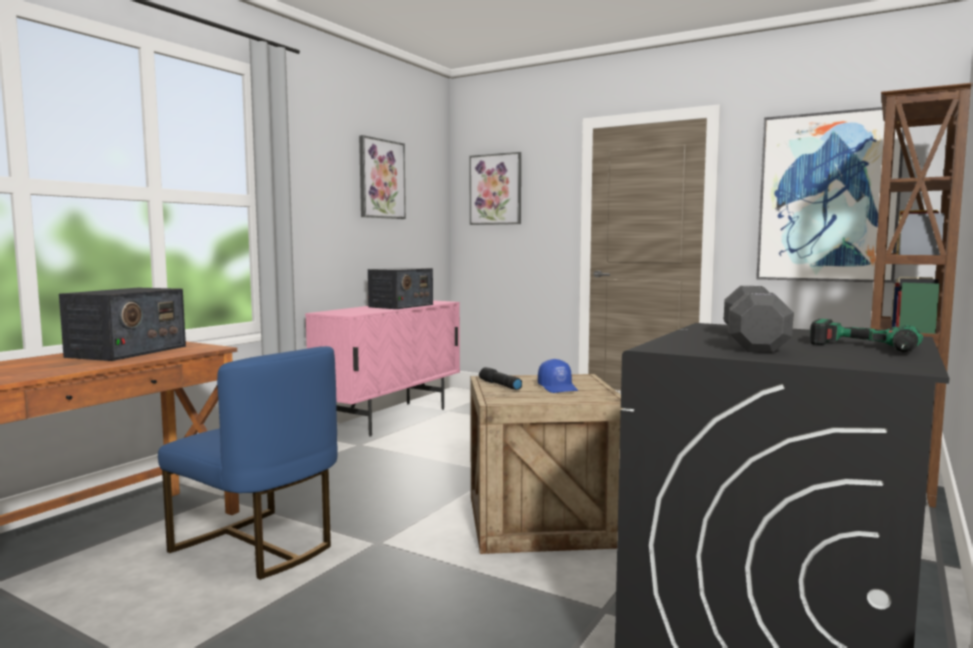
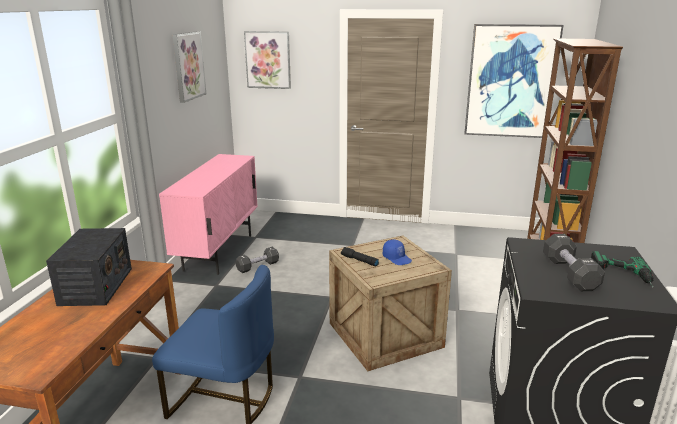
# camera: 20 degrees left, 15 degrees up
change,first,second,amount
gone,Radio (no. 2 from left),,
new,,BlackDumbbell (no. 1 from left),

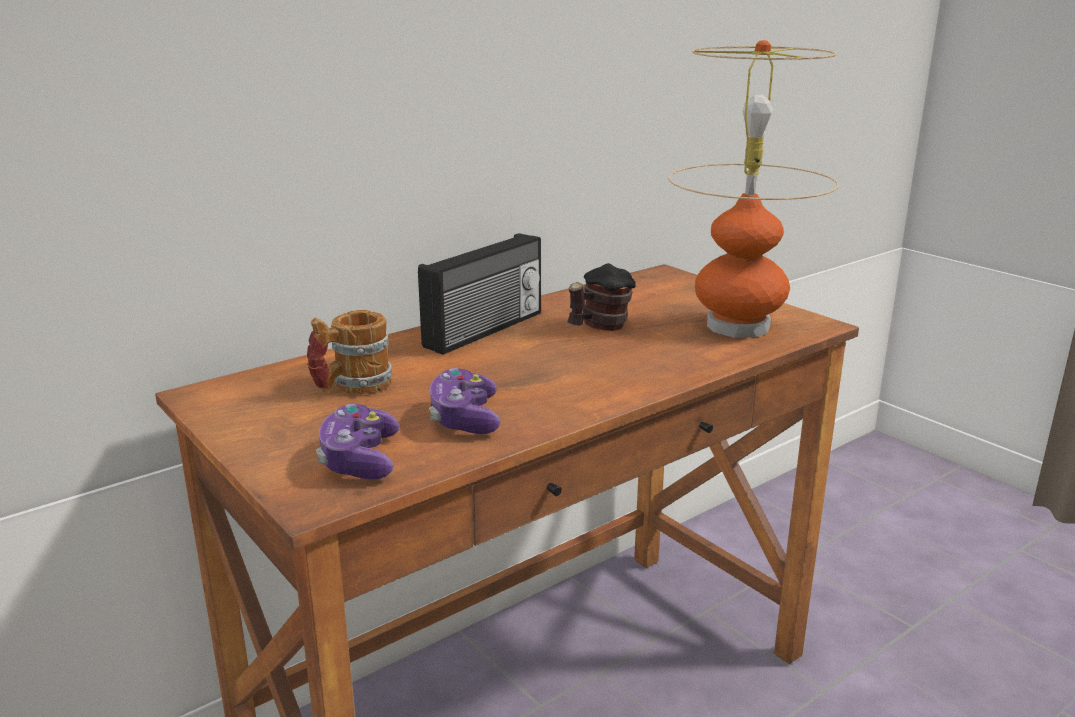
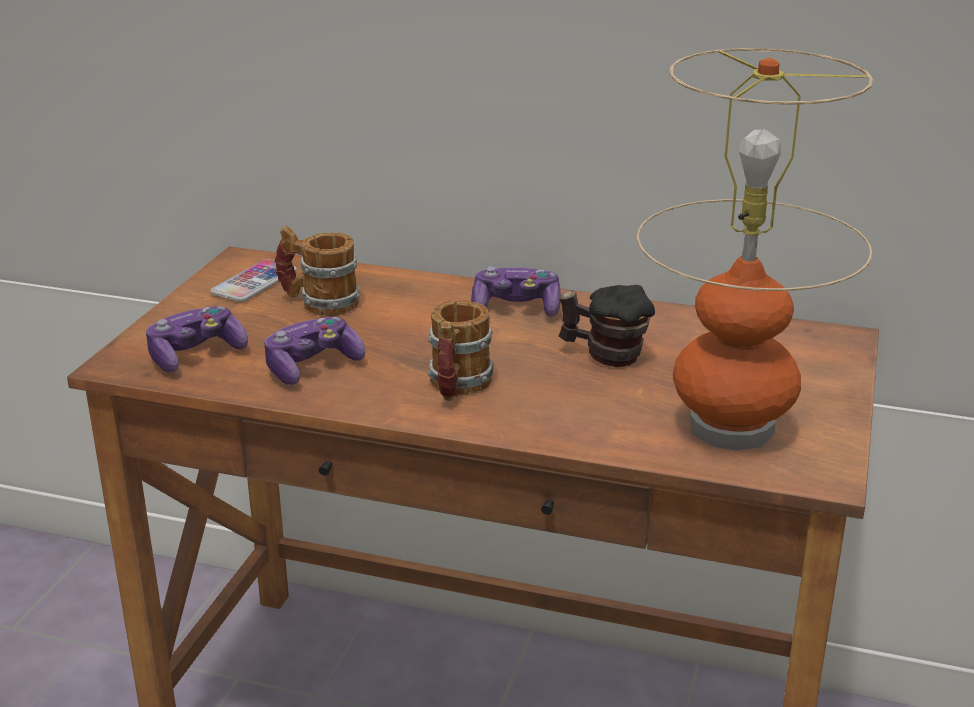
# camera: 55 degrees right, 5 degrees up
change,first,second,amount
swapped,Radio,GameController (no. 3 from left),
new,,Phone,
new,,Mug (no. 2 from left),

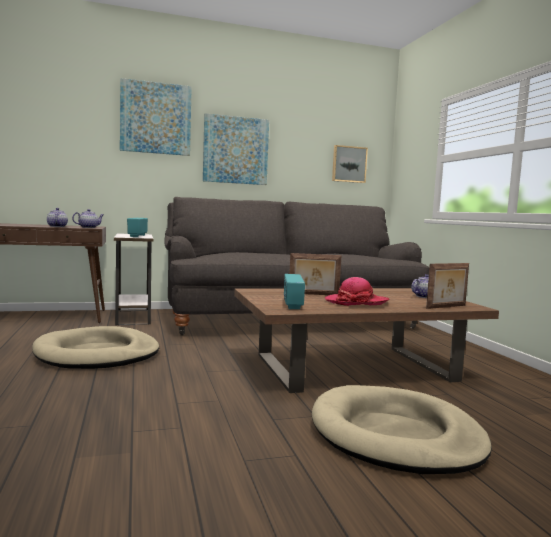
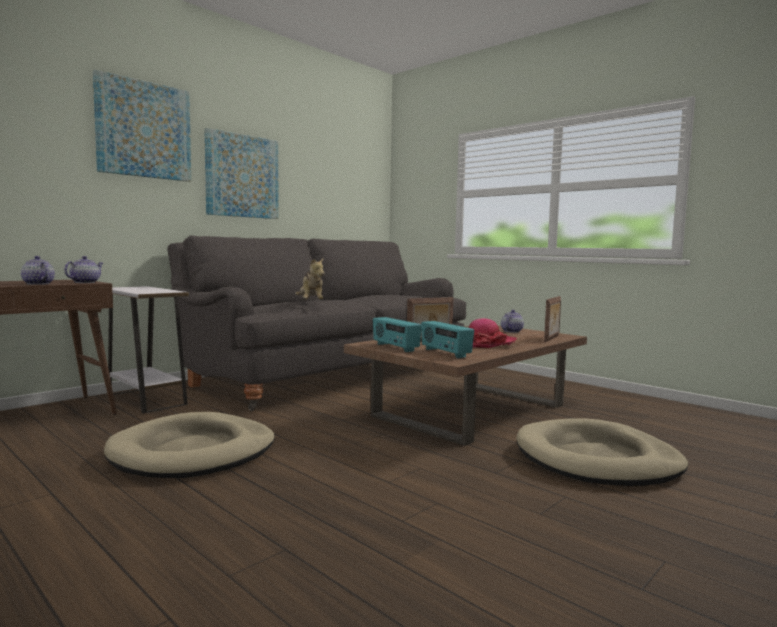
# camera: 30 degrees left, 0 degrees up
change,first,second,amount
gone,Picture (no. 3 from left),,
shifted,Radio (no. 1 from left),,
new,,PlushToy,

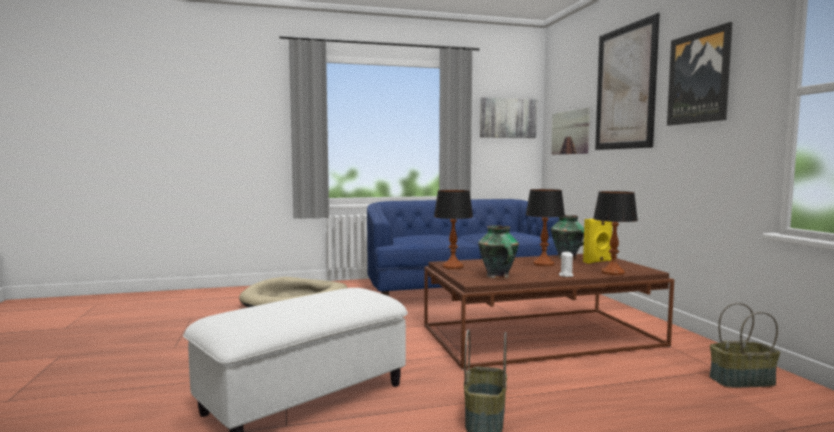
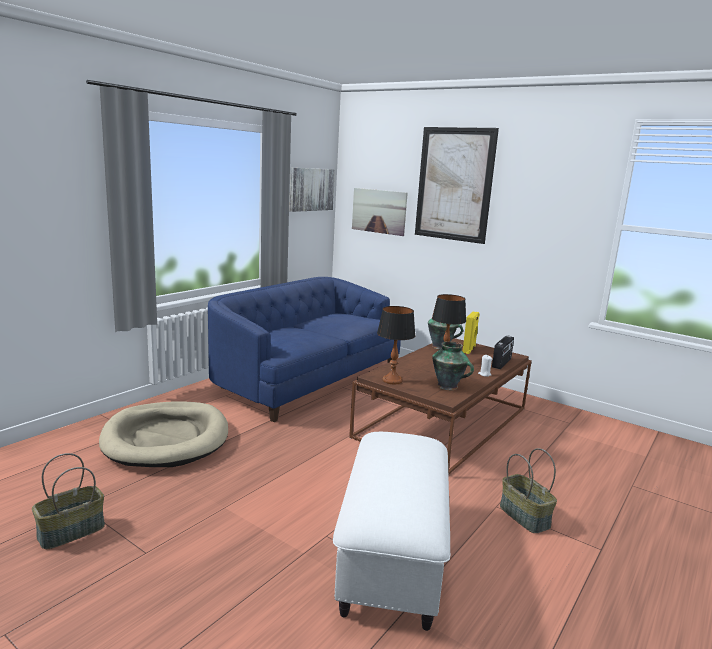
# camera: 40 degrees left, 10 degrees up
change,first,second,amount
gone,Picture (no. 4 from left),,
swapped,TableLamp (no. 3 from left),Radio,
shifted,Basket (no. 2 from left in the first image),Basket (no. 1 from left),

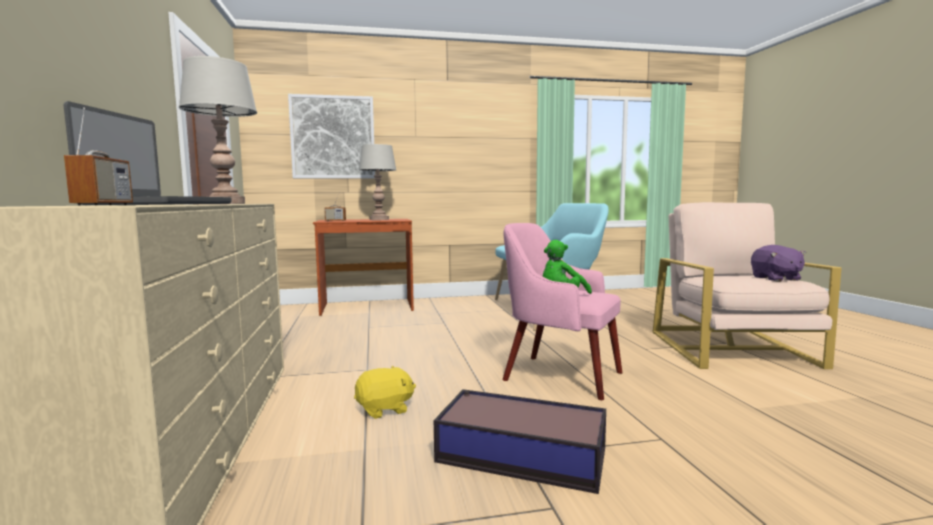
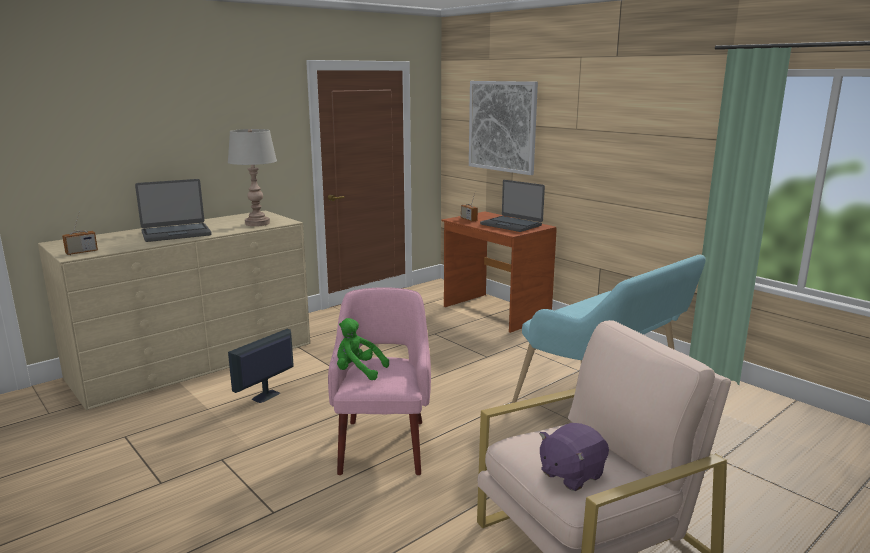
# camera: 60 degrees right, 10 degrees up
change,first,second,amount
swapped,GreyTableLamp (no. 2 from left),Laptop (no. 2 from left),
swapped,YellowPlushToy,Monitor,
gone,StorageBox,,

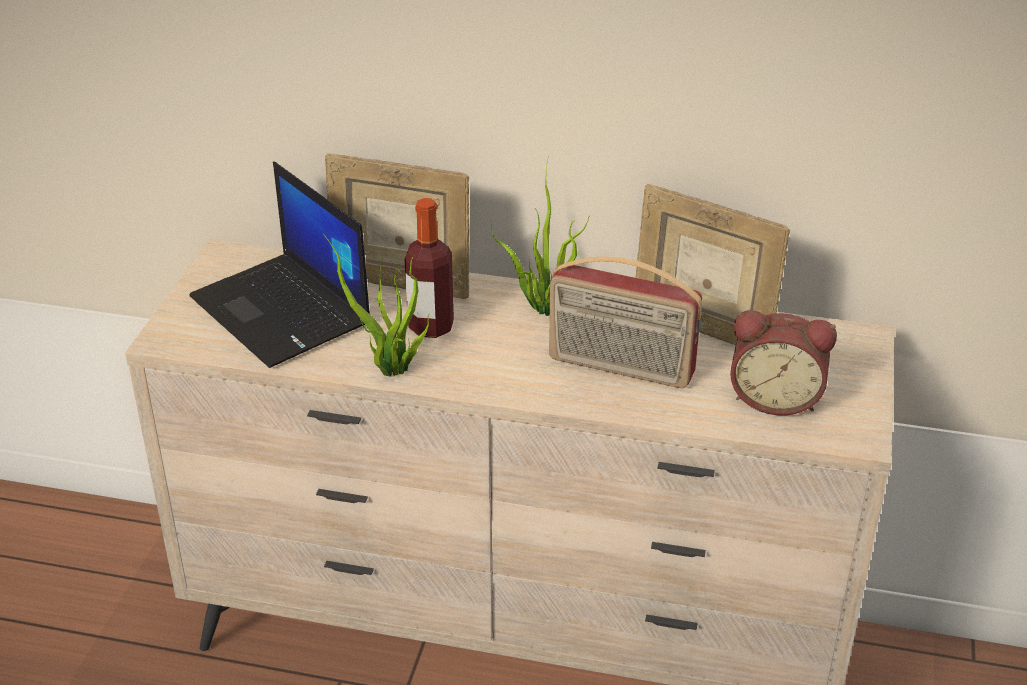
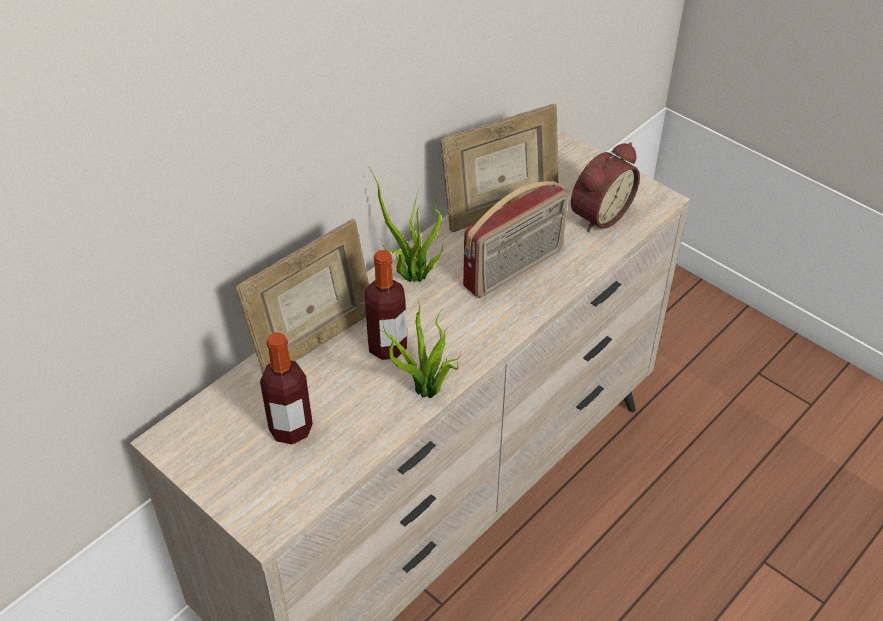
# camera: 60 degrees left, 10 degrees up
change,first,second,amount
swapped,Laptop,Bottle (no. 1 from left),

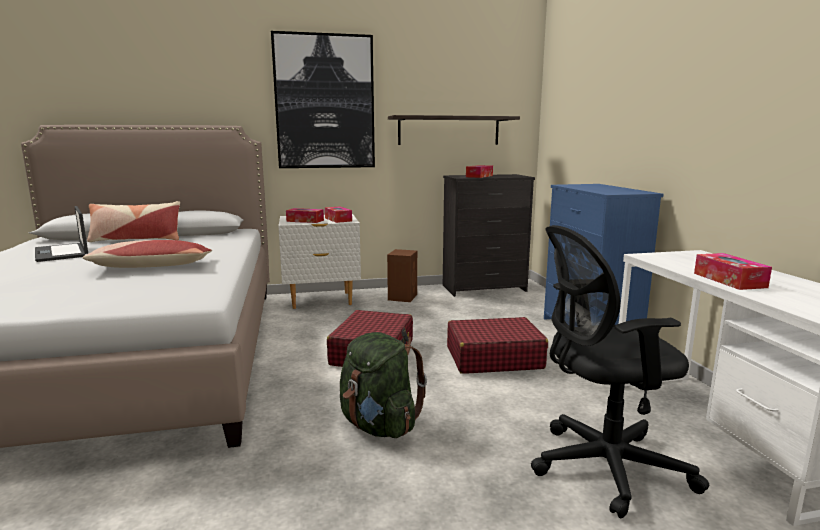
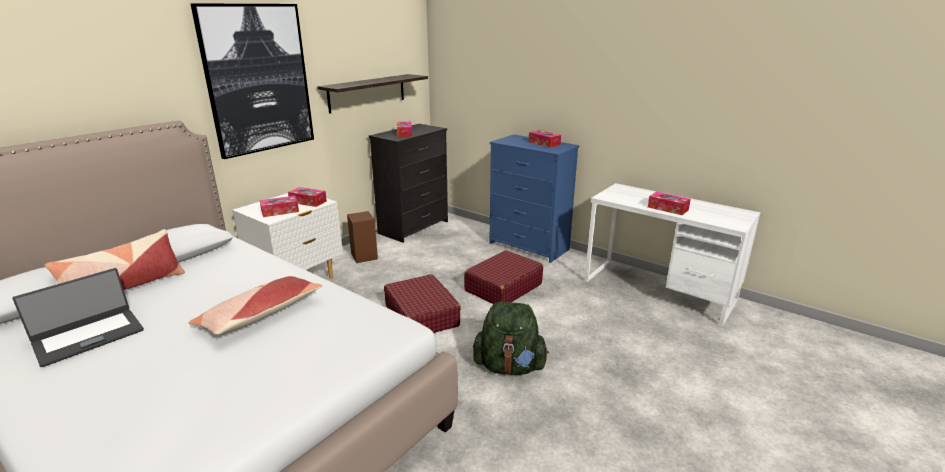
# camera: 40 degrees left, 10 degrees up
change,first,second,amount
rotated,Laptop,,60 degrees counterclockwise
gone,BlackOfficeChair,,
new,,TissueBox (no. 4 from left),

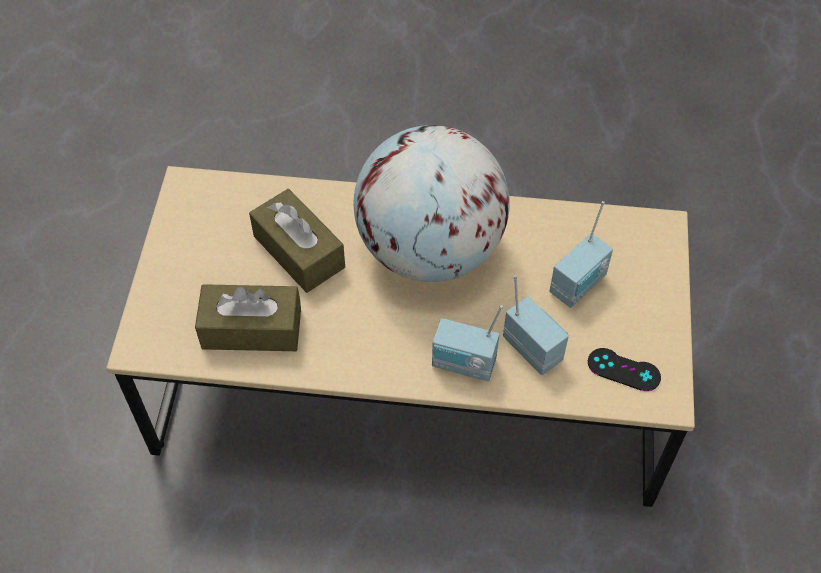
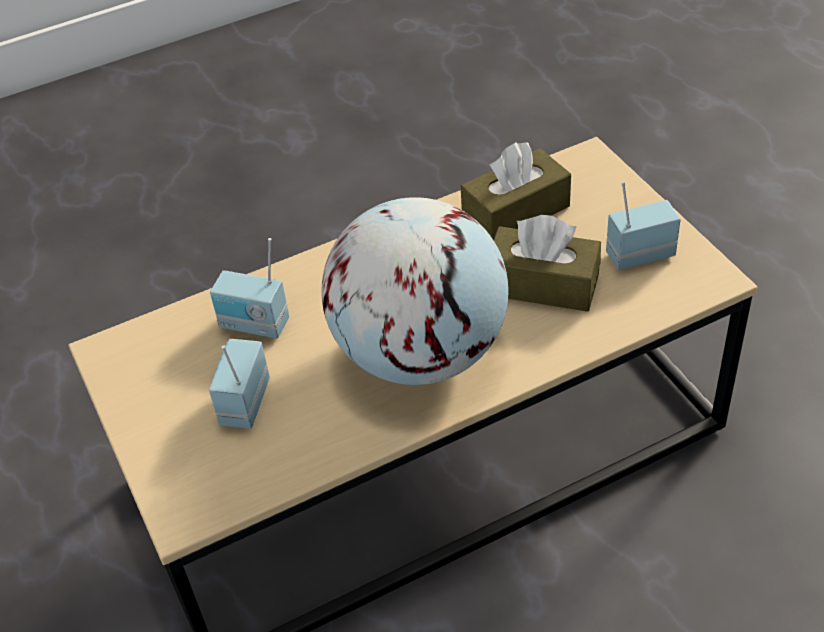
# camera: 150 degrees right, 10 degrees down
change,first,second,amount
shifted,Radio (no. 1 from left in the first image),Radio (no. 3 from left),
gone,BlackGameController,,

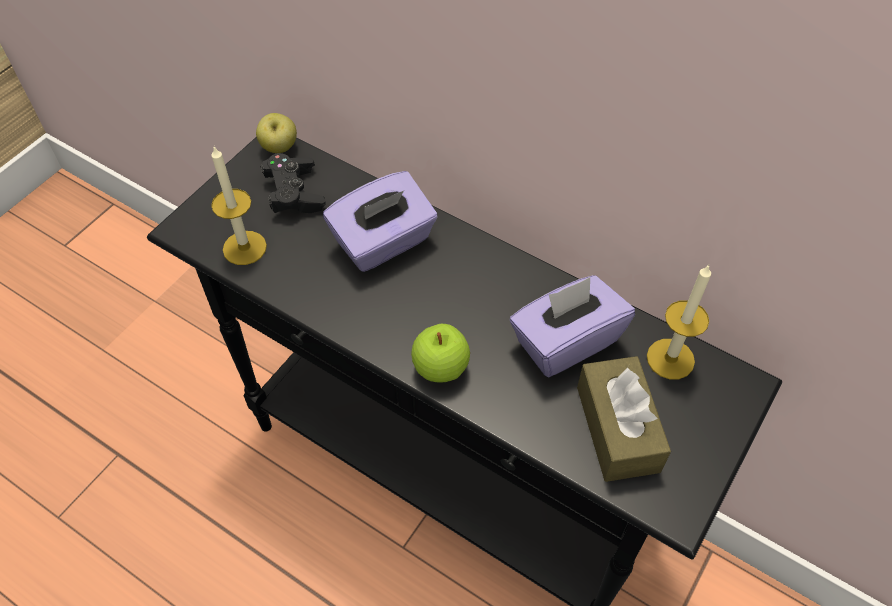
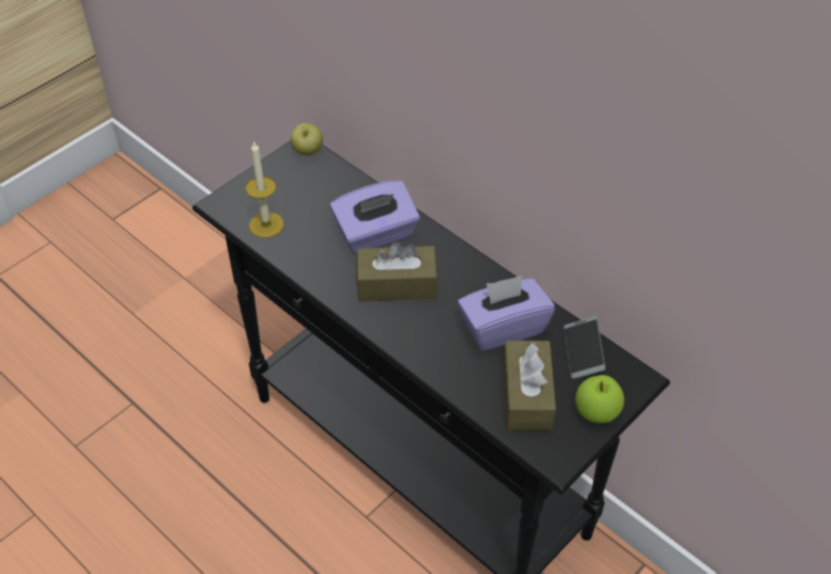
# camera: 10 degrees right, 5 degrees down
change,first,second,amount
gone,BlackGameController,,
swapped,Candle (no. 2 from left),Phone,
shifted,Apple (no. 2 from left),,
new,,BrownTissueBox (no. 1 from left),

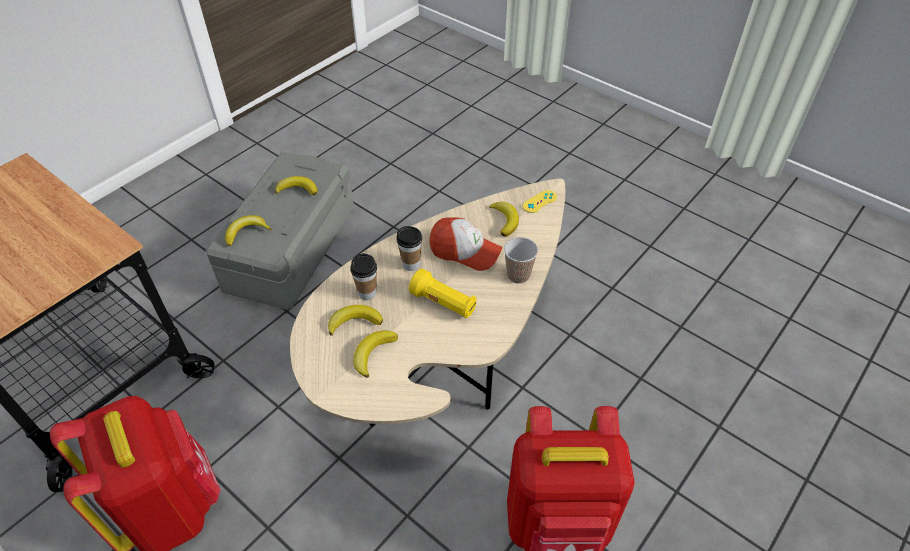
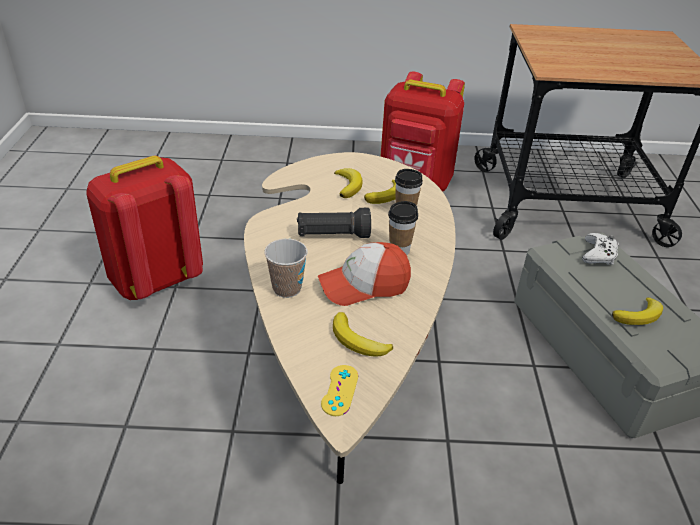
# camera: 140 degrees right, 10 degrees down
change,first,second,amount
swapped,Banana (no. 1 from left),WhiteGameController,
repainted,YellowFlashlight,BlackFlashlight,

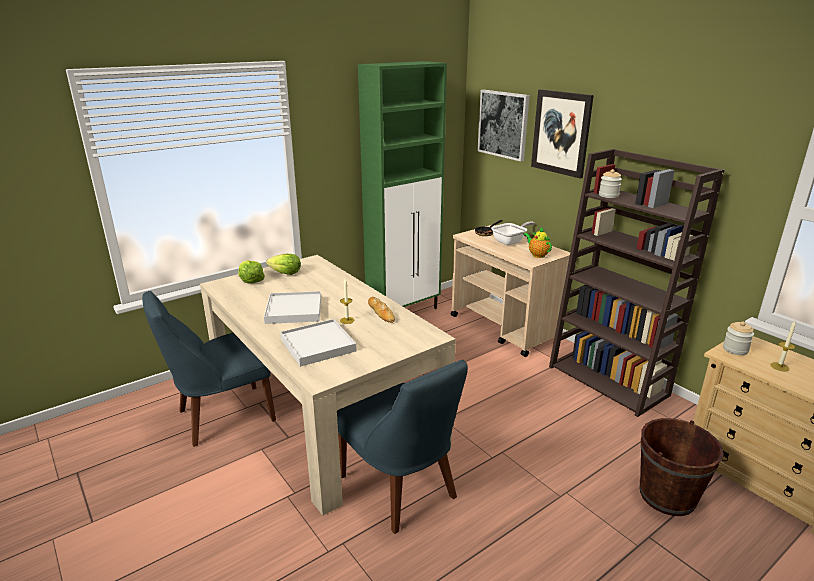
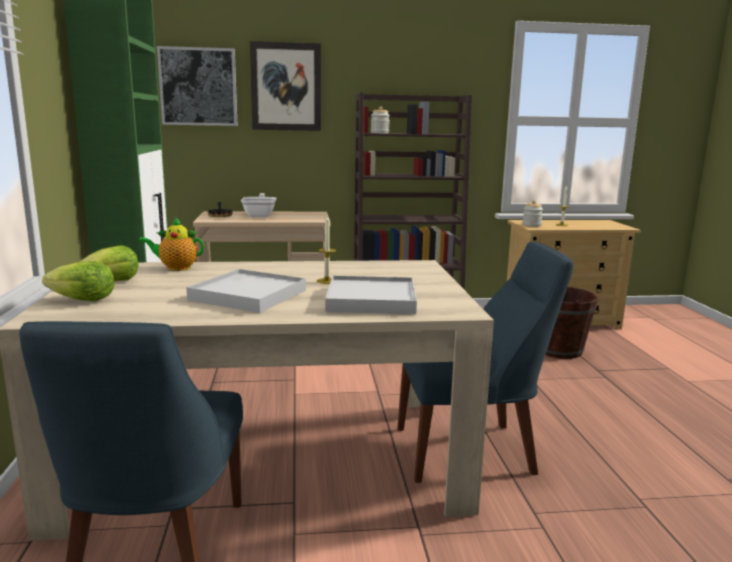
# camera: 60 degrees left, 10 degrees down
change,first,second,amount
shifted,Teapot,,
gone,Bread,,

